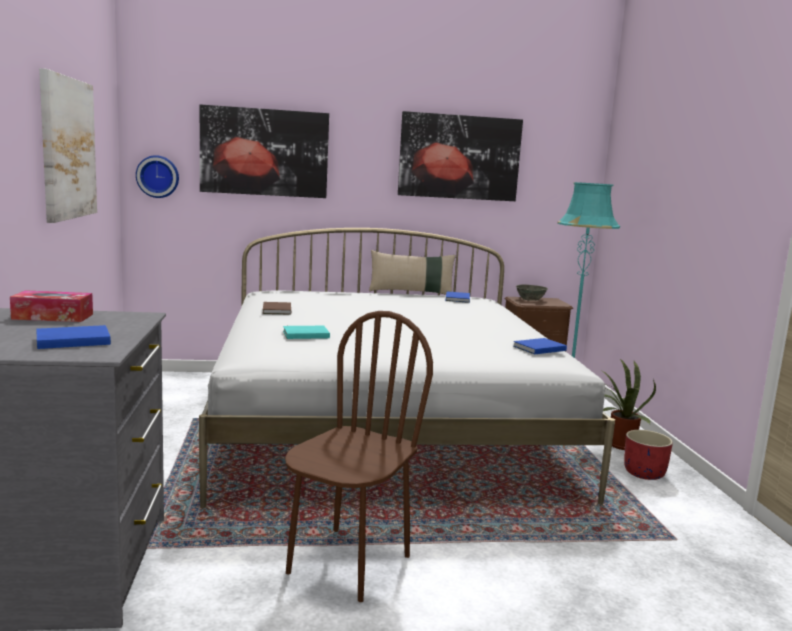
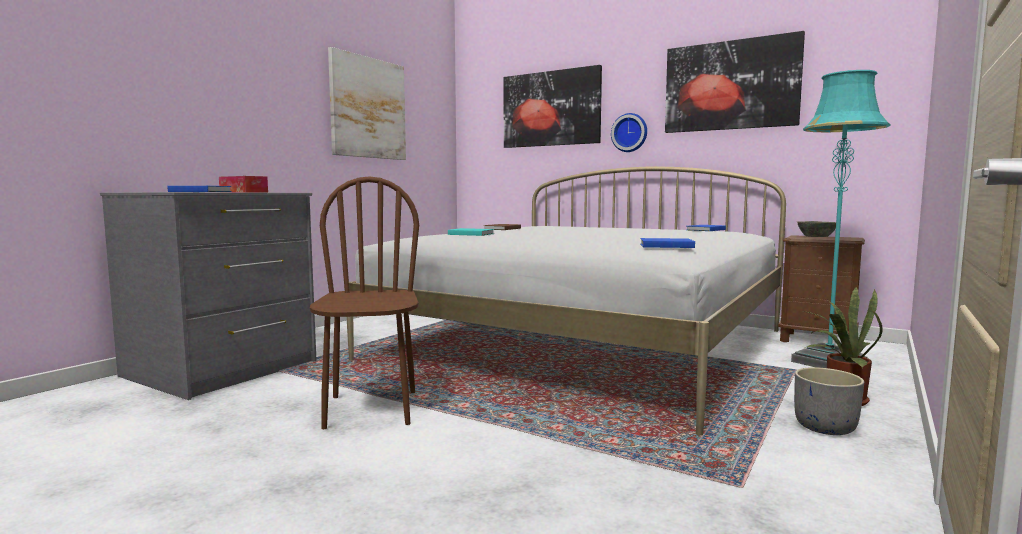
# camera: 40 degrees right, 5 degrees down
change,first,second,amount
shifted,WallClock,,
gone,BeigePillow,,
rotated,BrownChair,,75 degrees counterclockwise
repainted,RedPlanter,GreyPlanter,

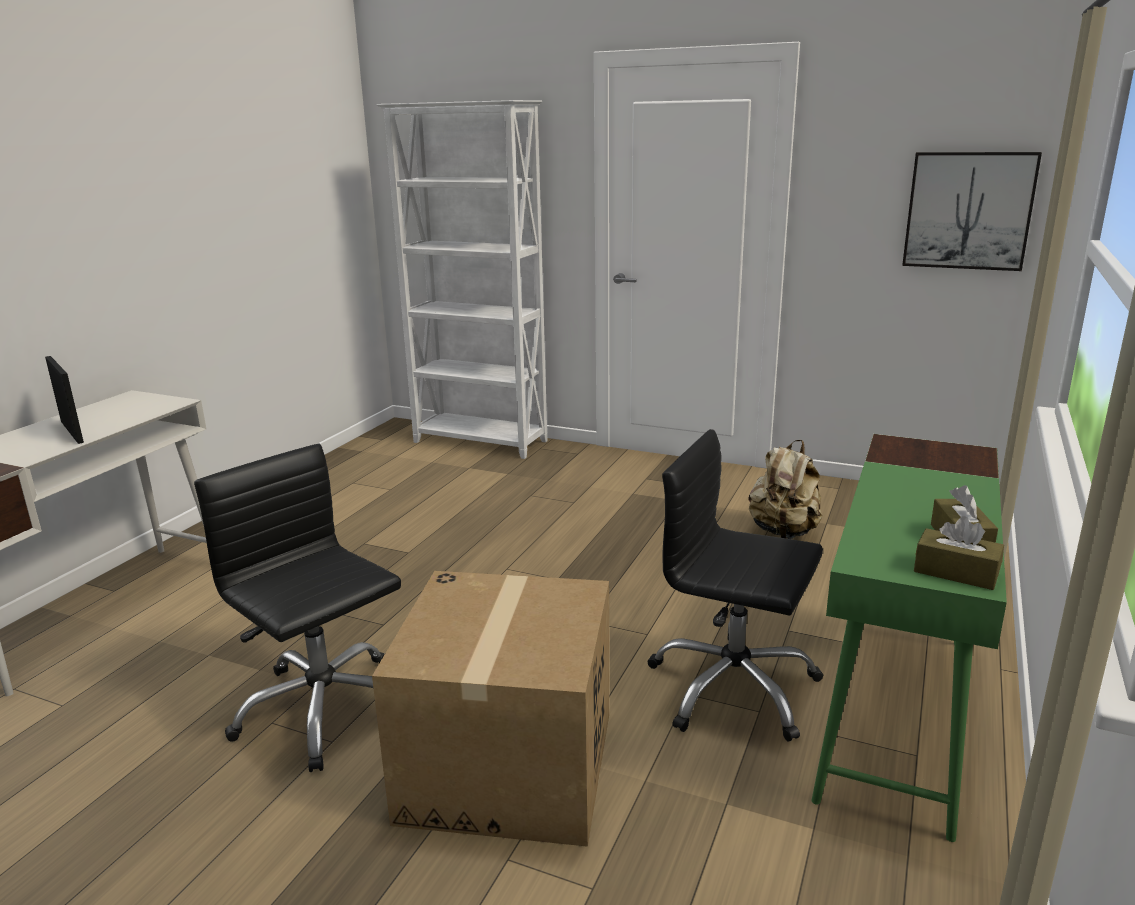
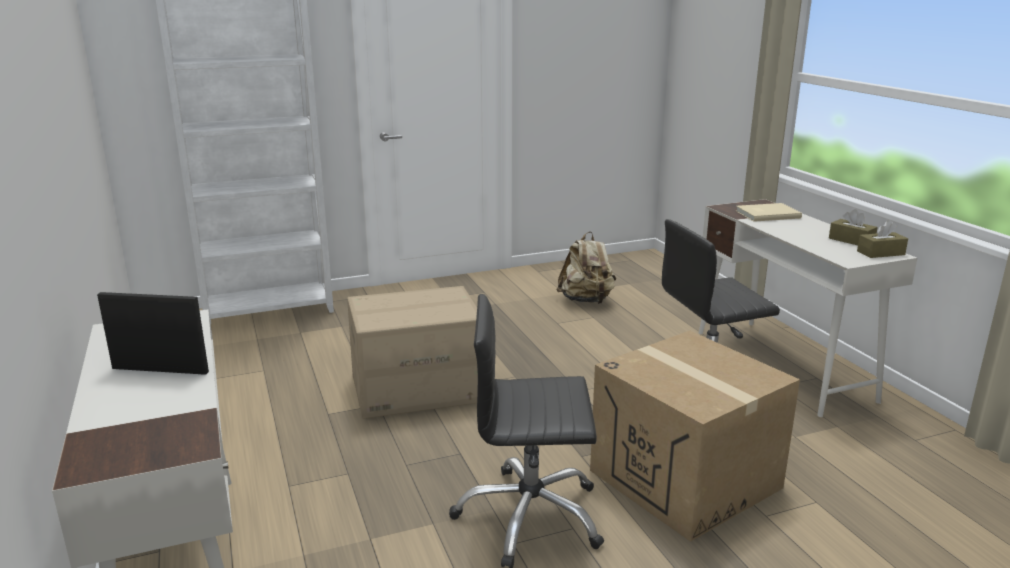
# camera: 45 degrees left, 0 degrees up
change,first,second,amount
gone,Picture,,
repainted,GreenDesk,WhiteDesk (no. 2 from left),
new,,BeigeBook,
new,,CardboardBox (no. 1 from left),

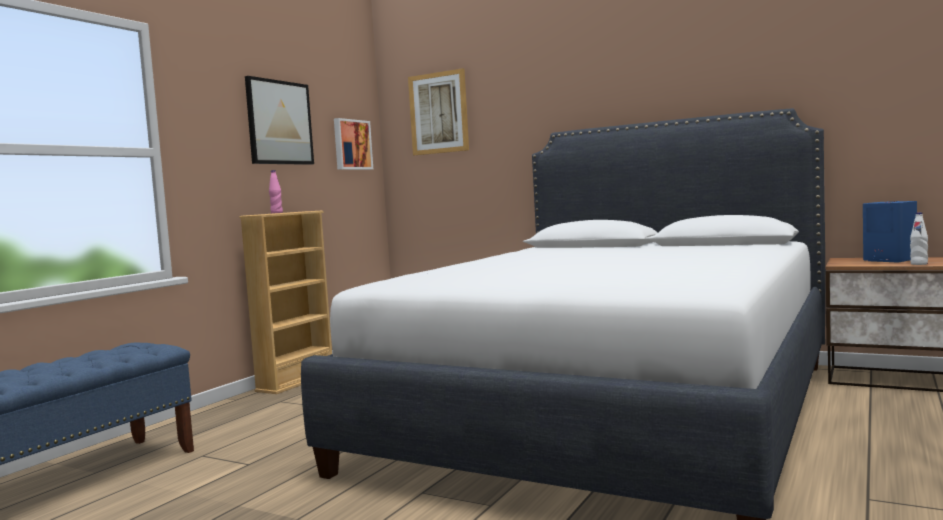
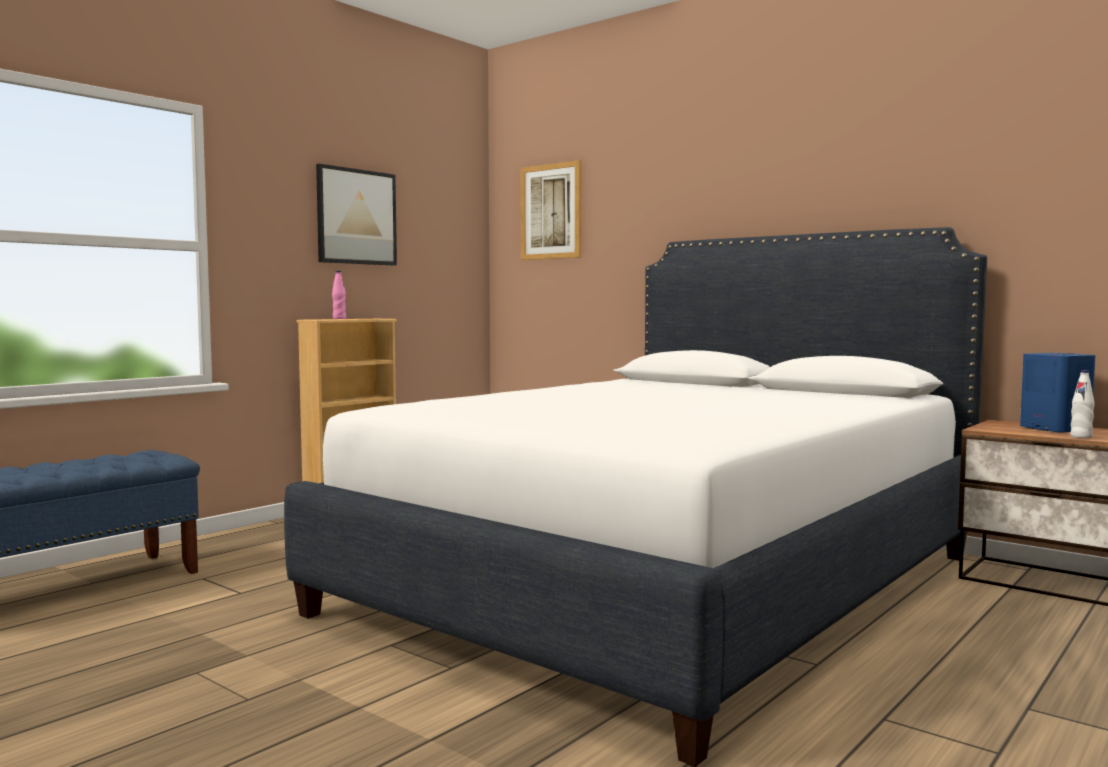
# camera: 10 degrees right, 0 degrees up
change,first,second,amount
gone,Picture (no. 2 from left),,

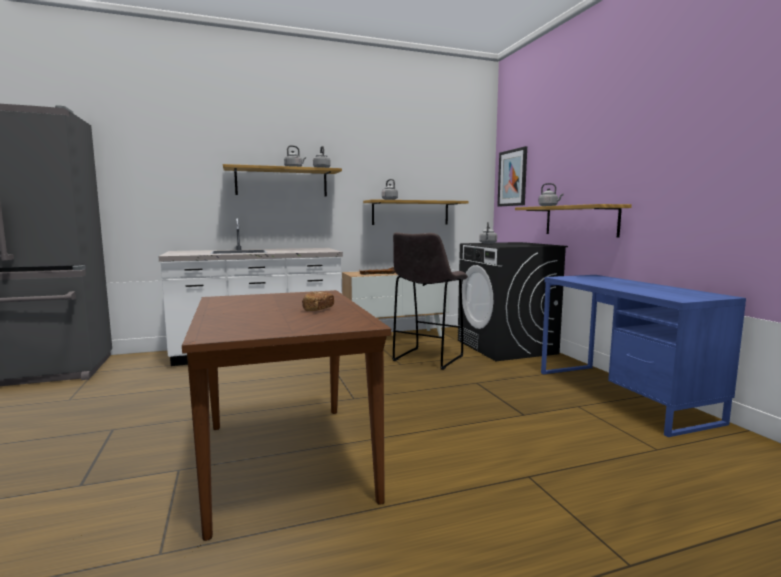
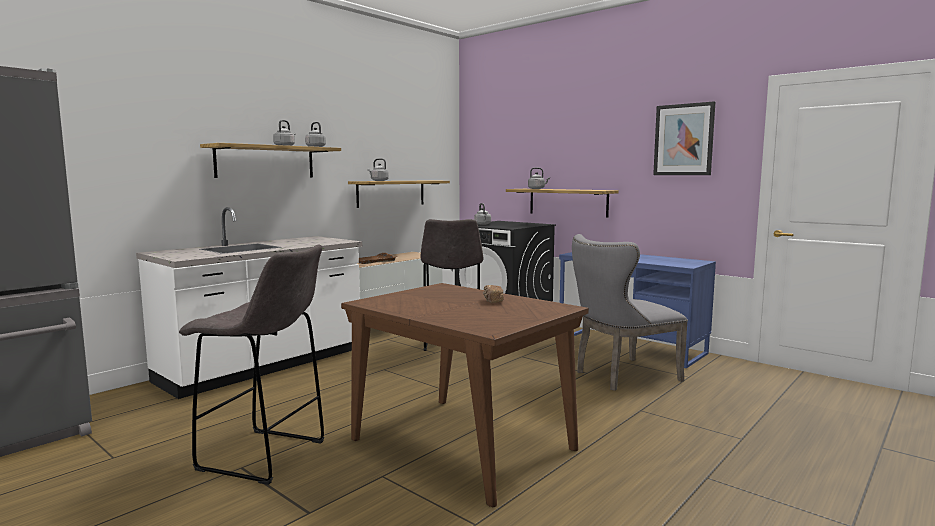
# camera: 30 degrees left, 0 degrees up
change,first,second,amount
shifted,Picture,,
new,,GreyChair,
new,,GreyStool (no. 1 from left),

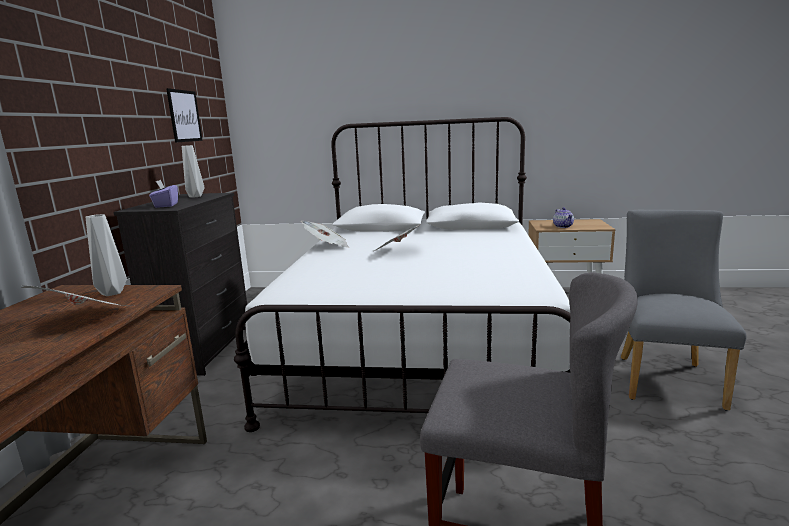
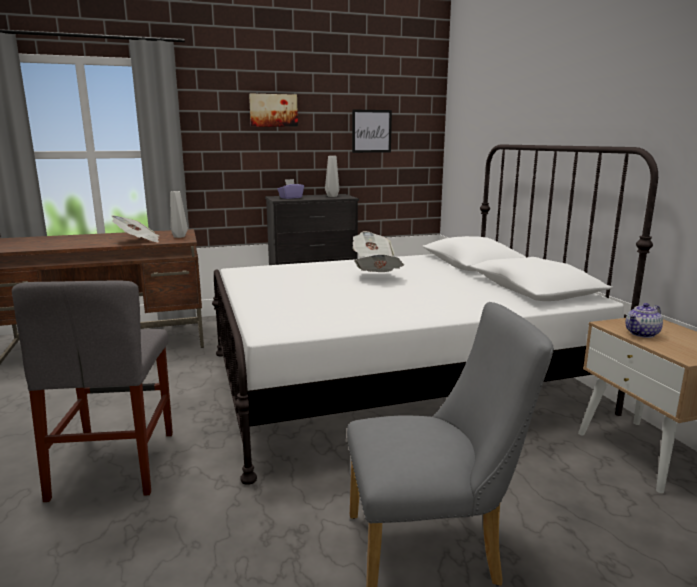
# camera: 65 degrees right, 0 degrees up
change,first,second,amount
new,,Picture (no. 1 from left),

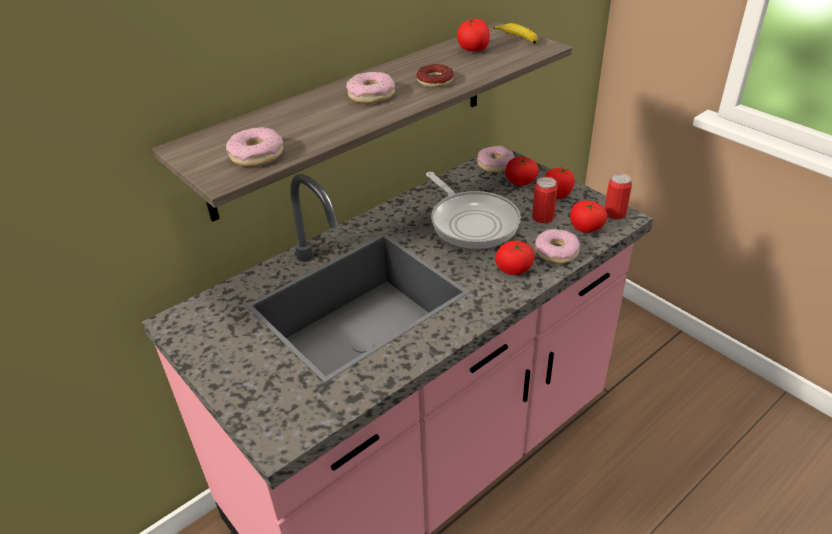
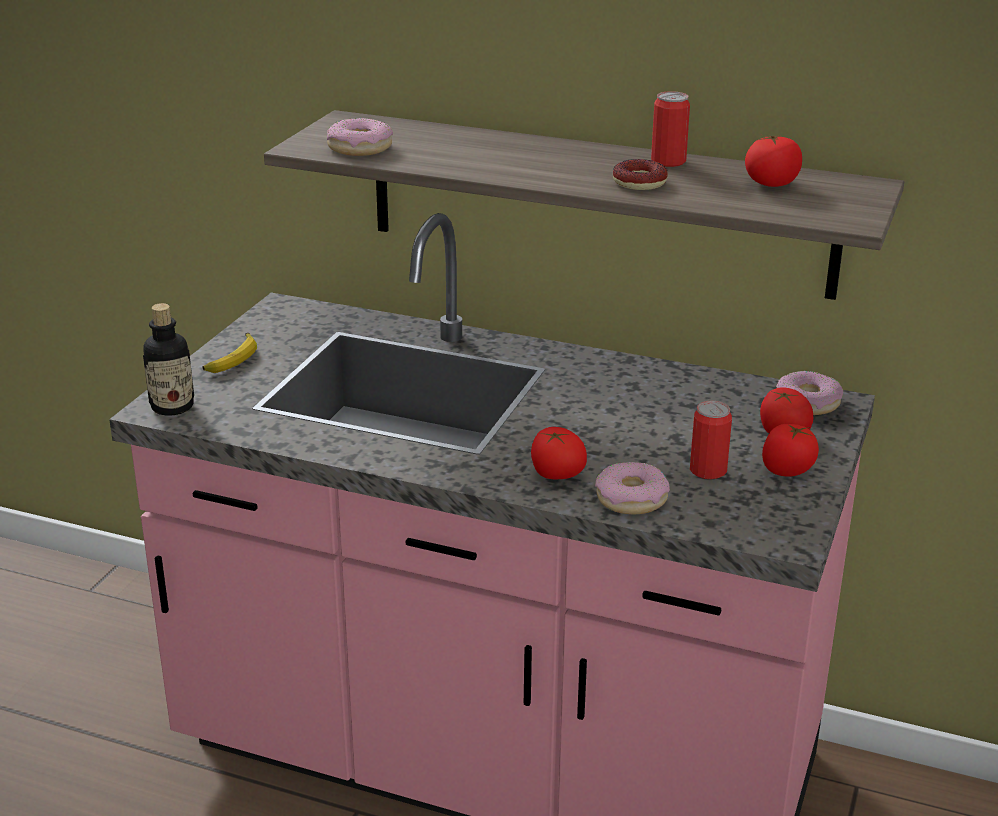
# camera: 60 degrees right, 10 degrees down
change,first,second,amount
shifted,Banana,,
gone,Donut (no. 2 from left),,
gone,FryingPan,,
shifted,Can (no. 2 from left in the first image),Can (no. 1 from left),
gone,Tomato (no. 5 from left),,
new,,Bottle,

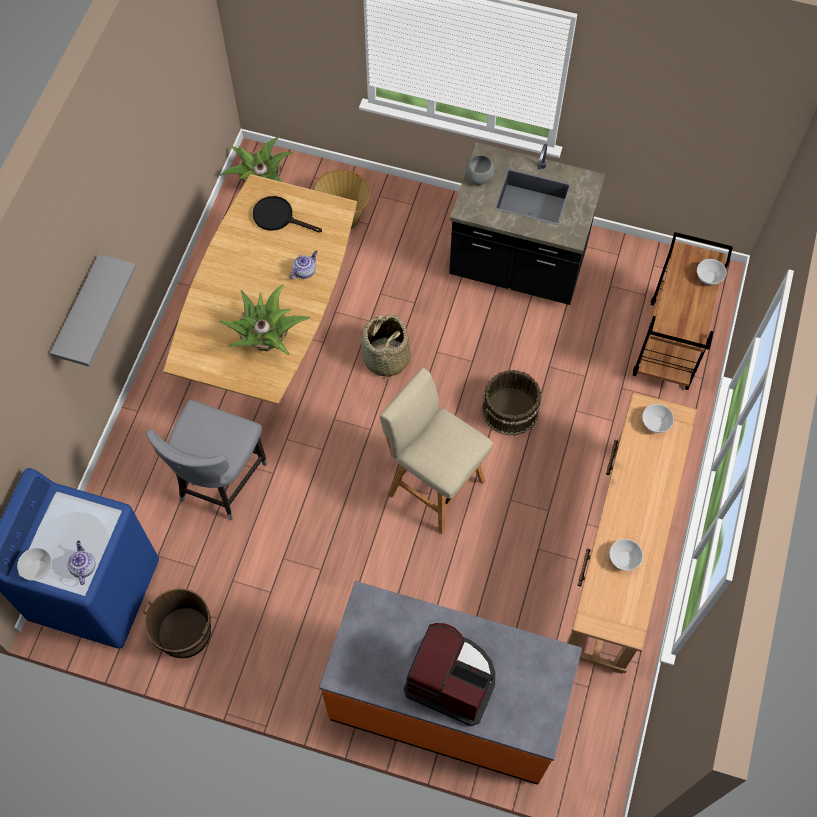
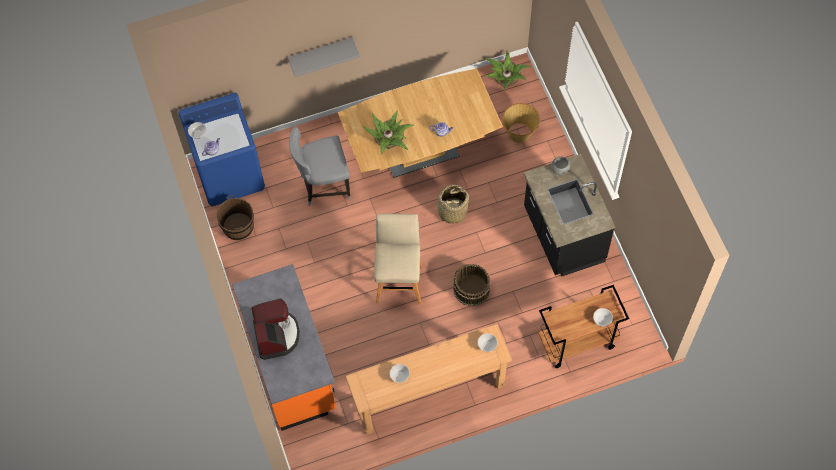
# camera: 55 degrees right, 0 degrees up
change,first,second,amount
gone,BlackFryingPan,,

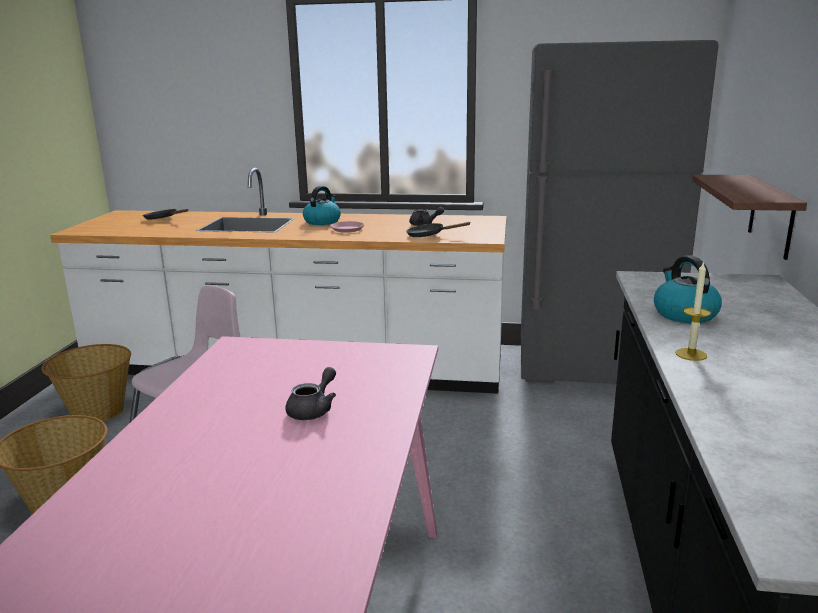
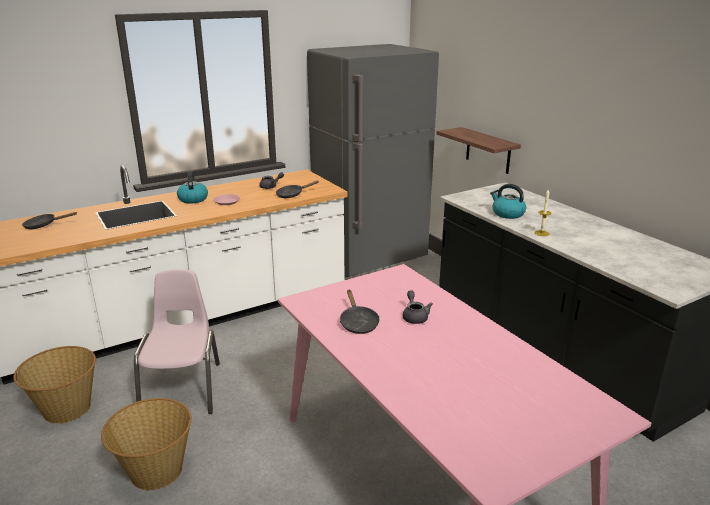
# camera: 40 degrees left, 5 degrees up
change,first,second,amount
new,,BlackFryingPan (no. 3 from left),

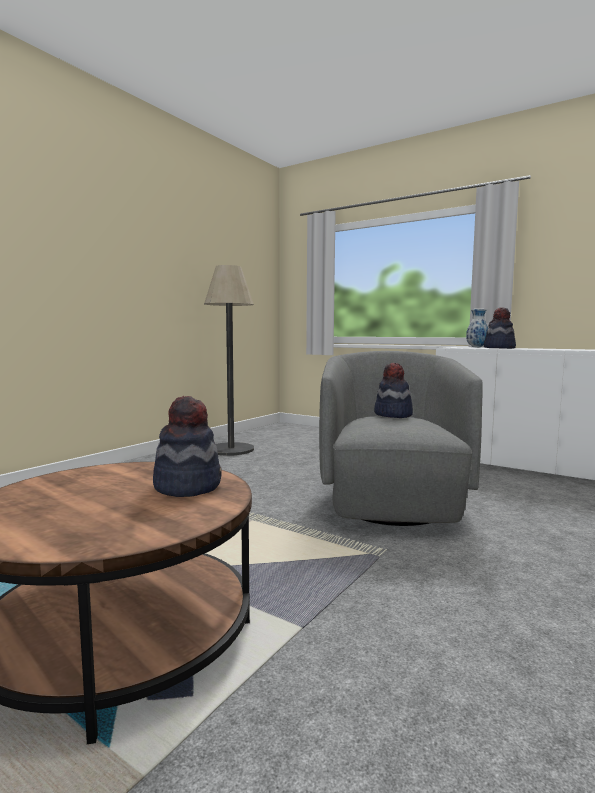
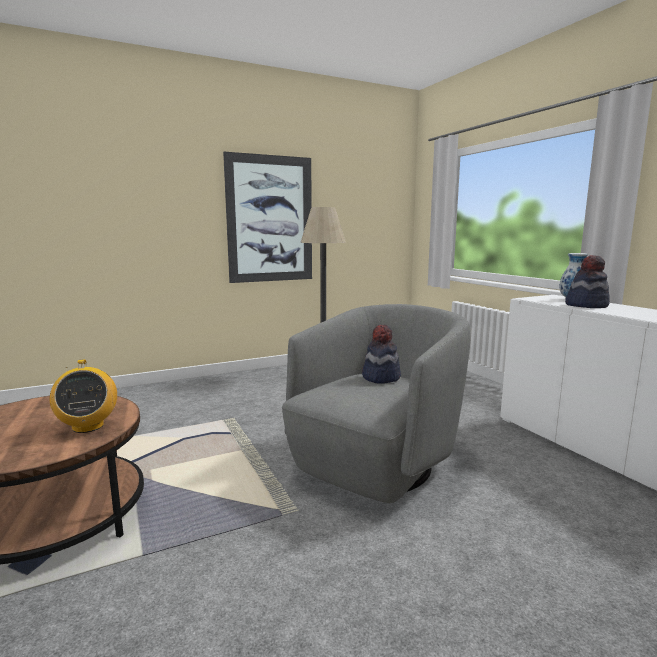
# camera: 30 degrees right, 5 degrees up
change,first,second,amount
swapped,Hat (no. 1 from left),Radio,
new,,Picture,

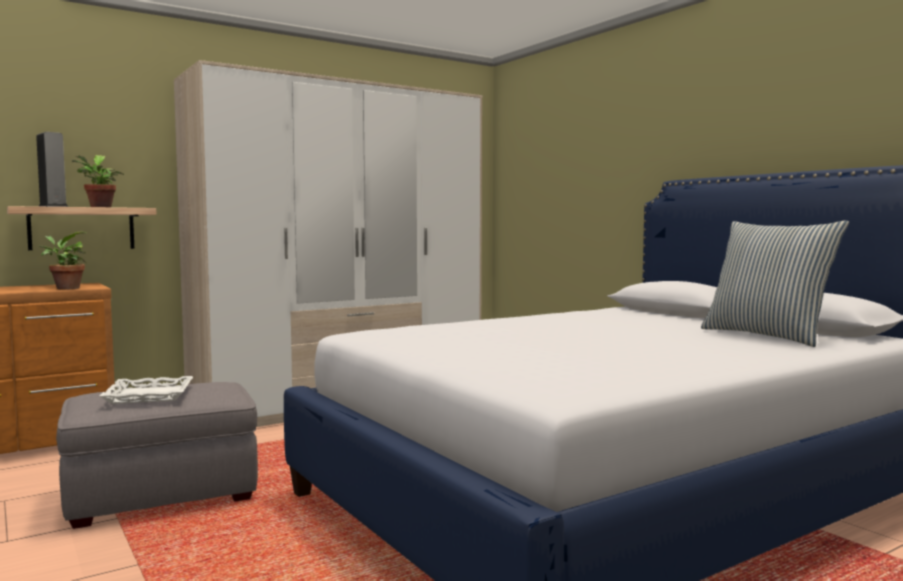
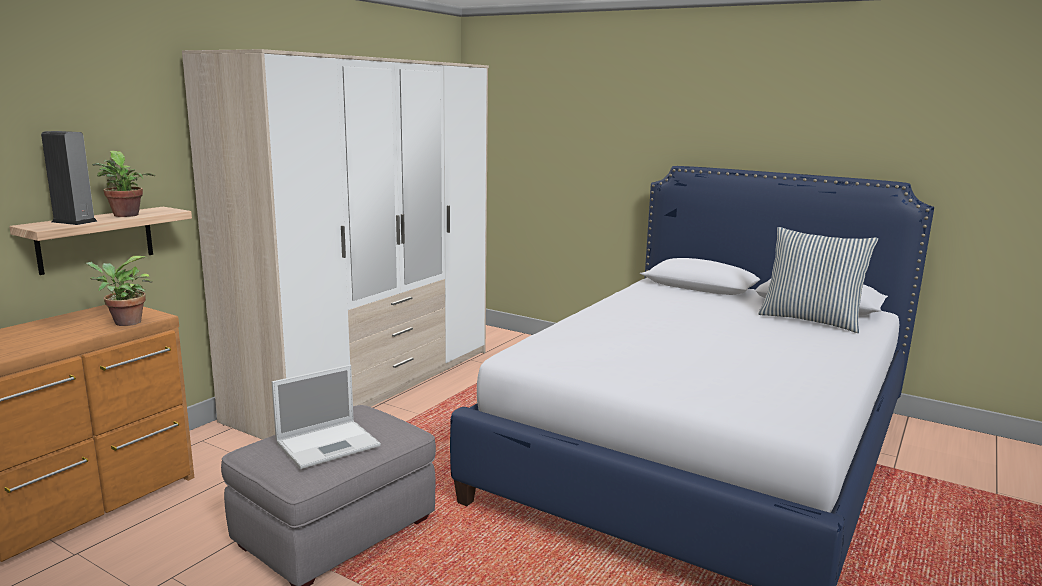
# camera: 25 degrees left, 10 degrees up
change,first,second,amount
swapped,WhiteTray,Laptop,

